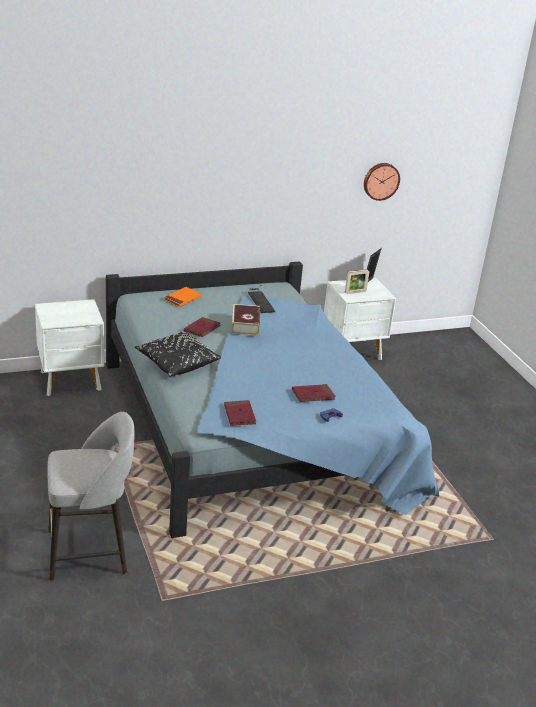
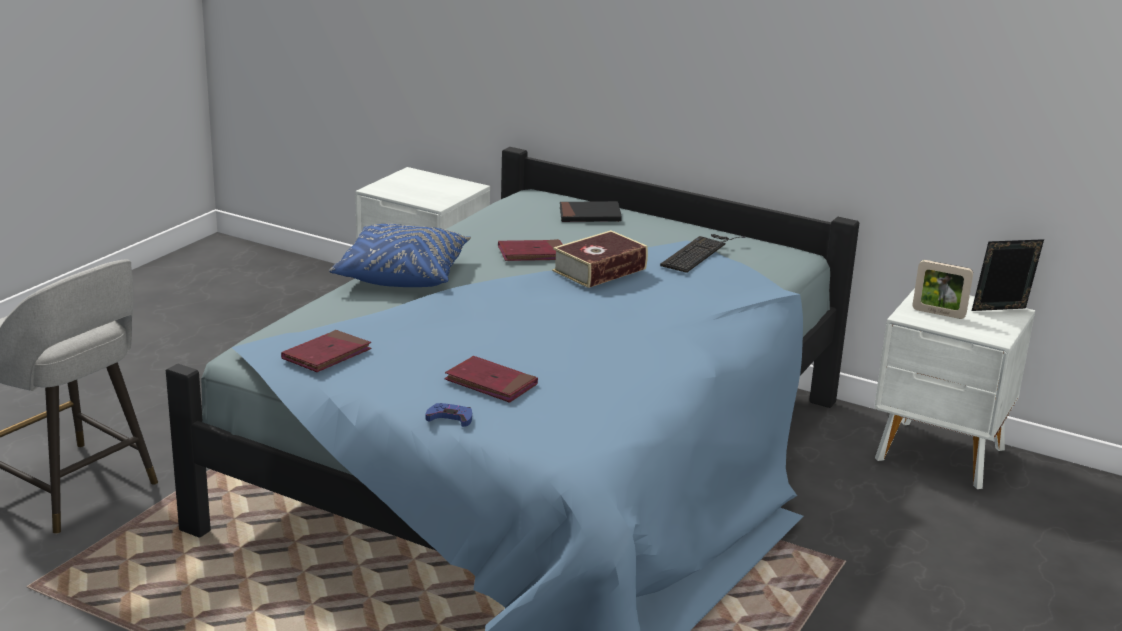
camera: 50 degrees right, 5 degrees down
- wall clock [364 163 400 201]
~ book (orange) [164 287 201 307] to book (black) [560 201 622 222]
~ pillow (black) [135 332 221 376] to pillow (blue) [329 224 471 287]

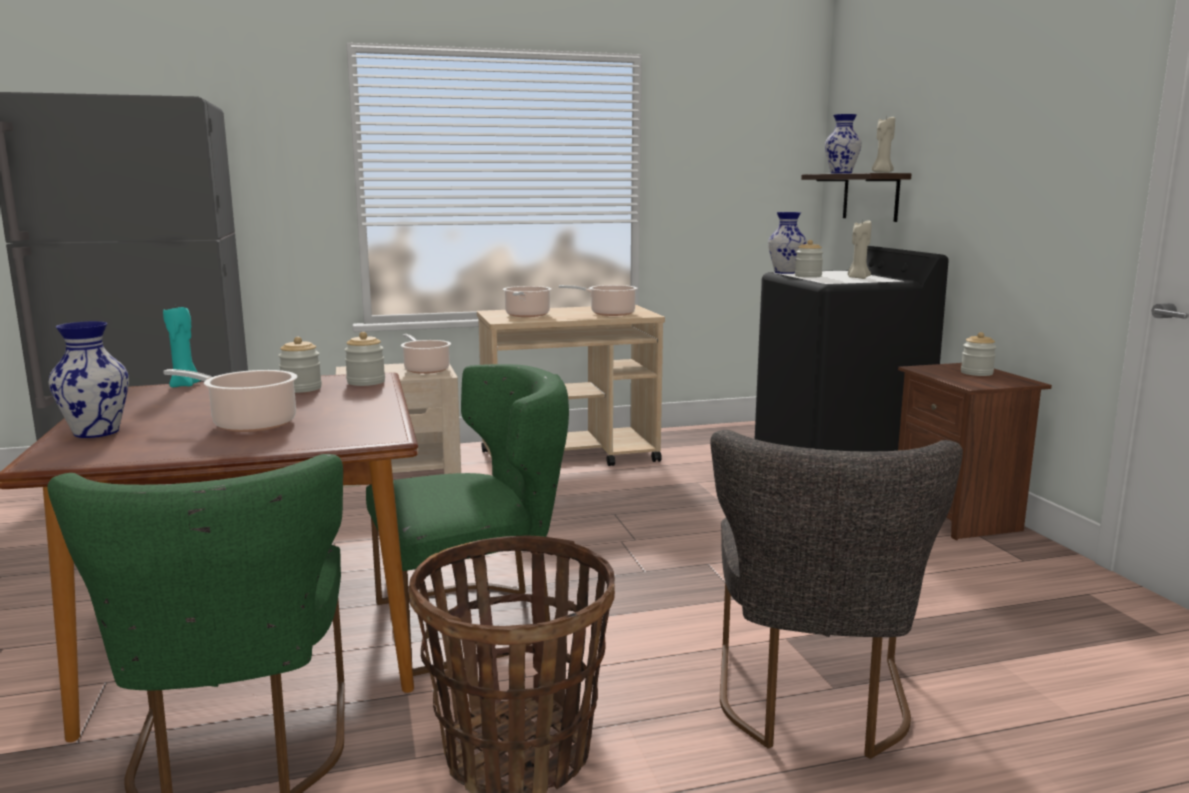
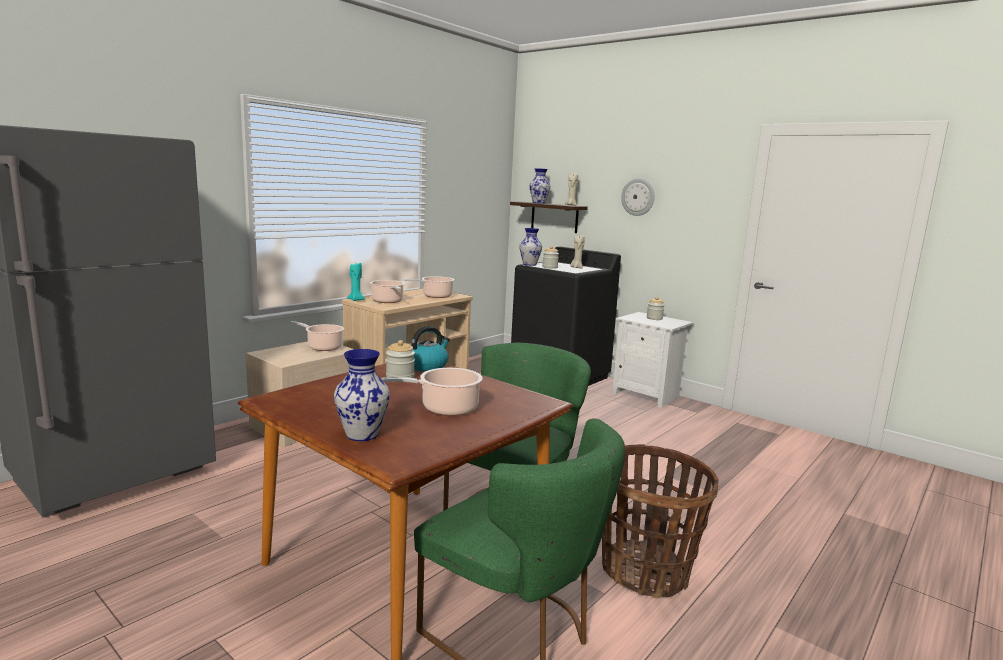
camera: 35 degrees left, 0 degrees up
~ candle (turquoise) [163 307 201 387] to [347 263 365 301]
~ jar [344 332 385 386] to kettle [411 326 450 371]
~ nightstand (brown) [898 363 1052 540] to nightstand (white) [612 312 693 408]
- chair (grey) [710 430 963 759]
+ wall clock [621 178 655 216]

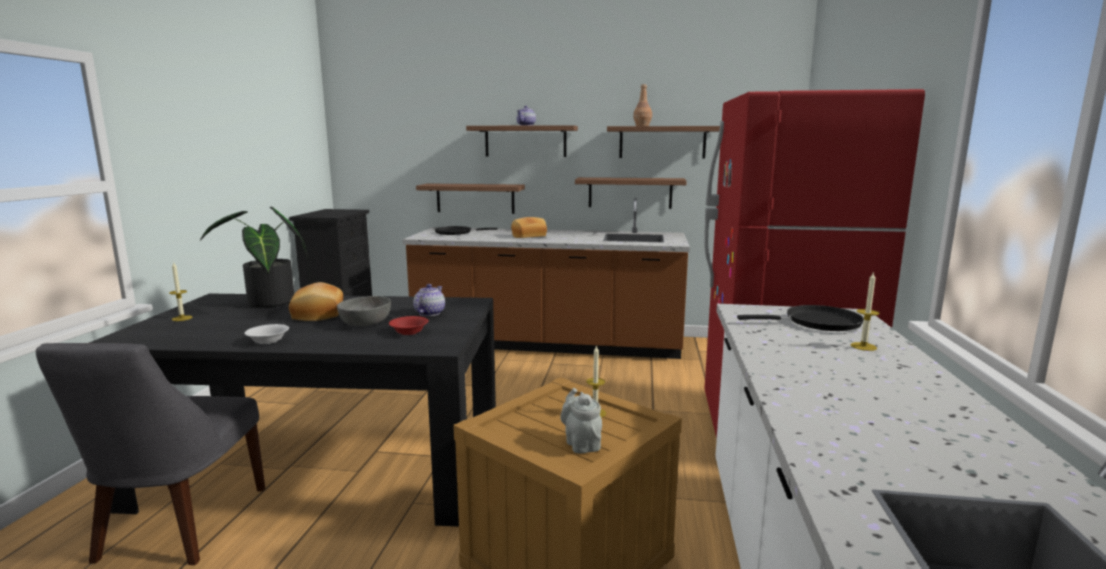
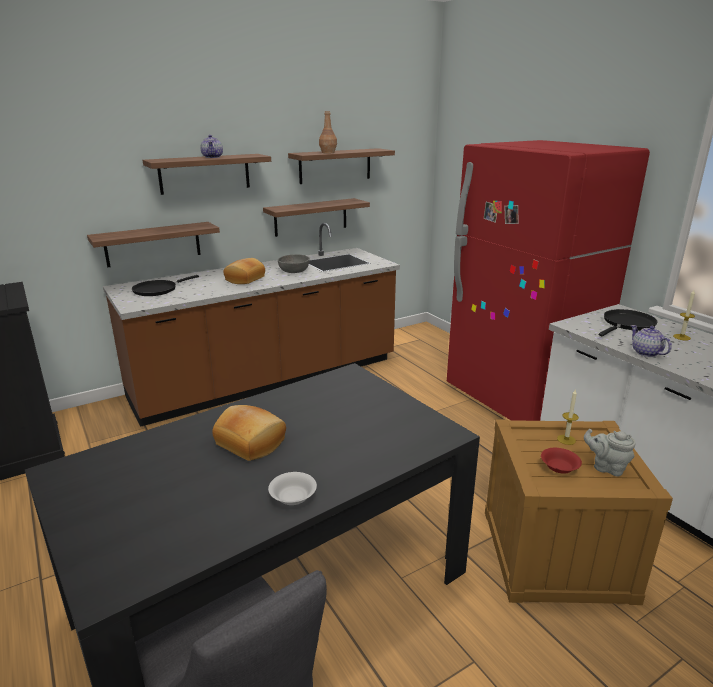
camera: 40 degrees left, 10 degrees up
- potted plant [200 207 308 308]
- candle [169 261 193 321]
~ teapot [414 284 445 316] to [631 325 672 357]
~ bowl (grey) [337 296 391 326] to [278 254 310 273]
~ bowl (red) [389 316 429 335] to [541 448 582 474]

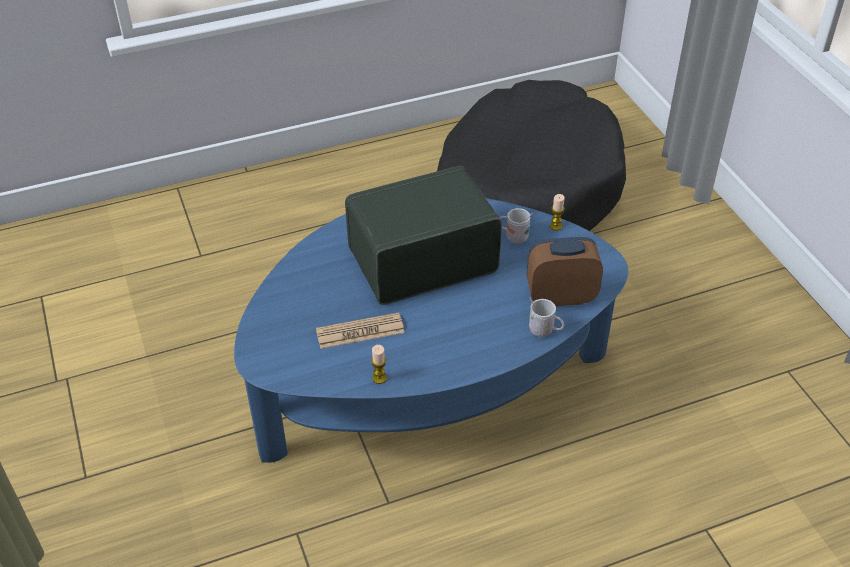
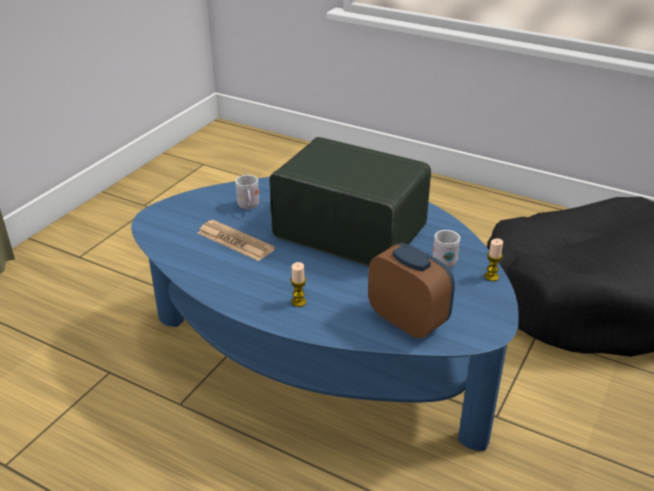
camera: 50 degrees right, 10 degrees down
~ mug (white) [529 297 564 337] to [235 167 259 209]
~ candle [371 345 387 384] to [290 262 306 307]

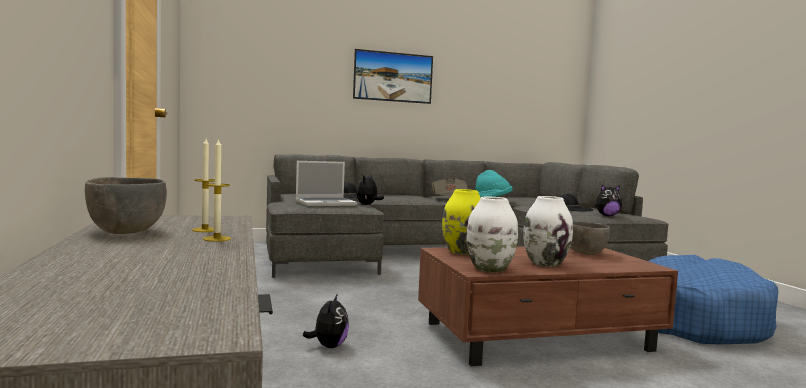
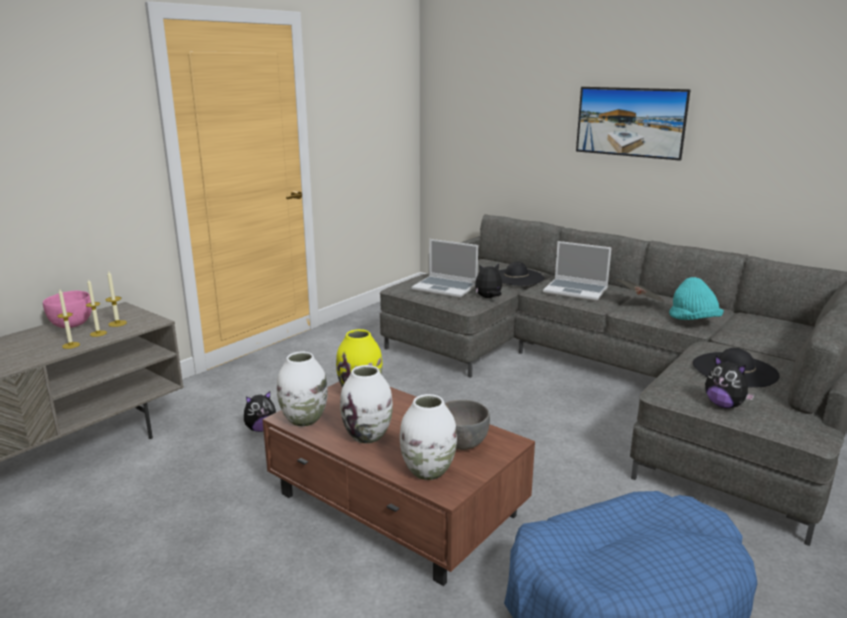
camera: 55 degrees right, 15 degrees up
~ bowl (grey) [85 177 167 234] to bowl (pink) [43 291 92 328]
+ laptop [543 241 612 301]
+ candle [106 270 127 327]
+ vase (white) [400 394 457 480]

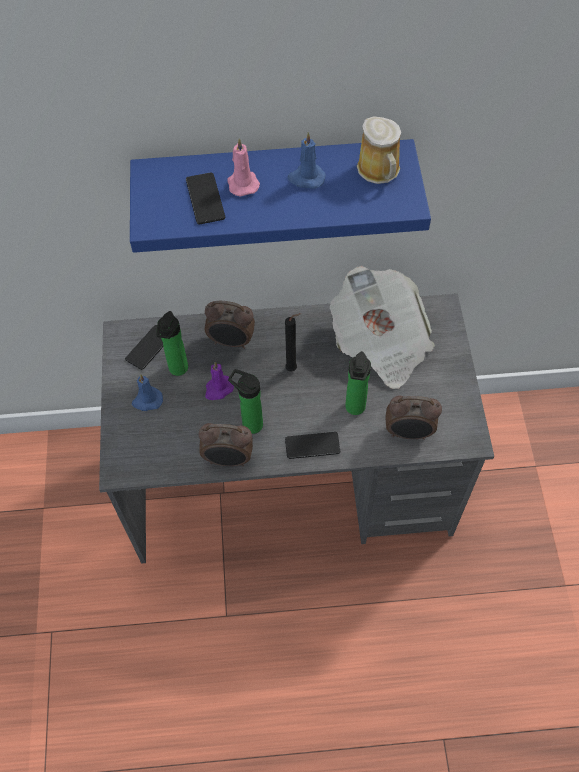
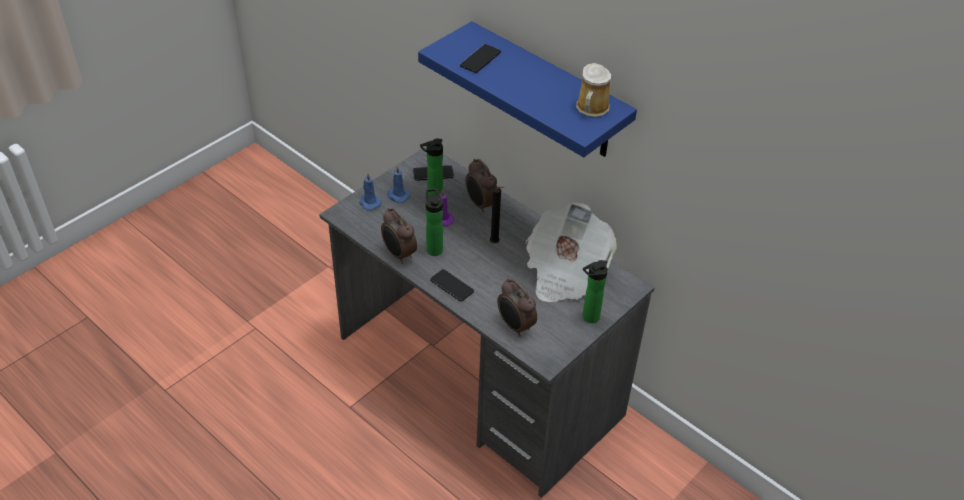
camera: 45 degrees right, 15 degrees down
~ candle (blue) [287 132 325 189] to [359 173 381 210]
- candle (pink) [227 138 260 197]
~ bottle [345 351 371 415] to [583 260 608 323]

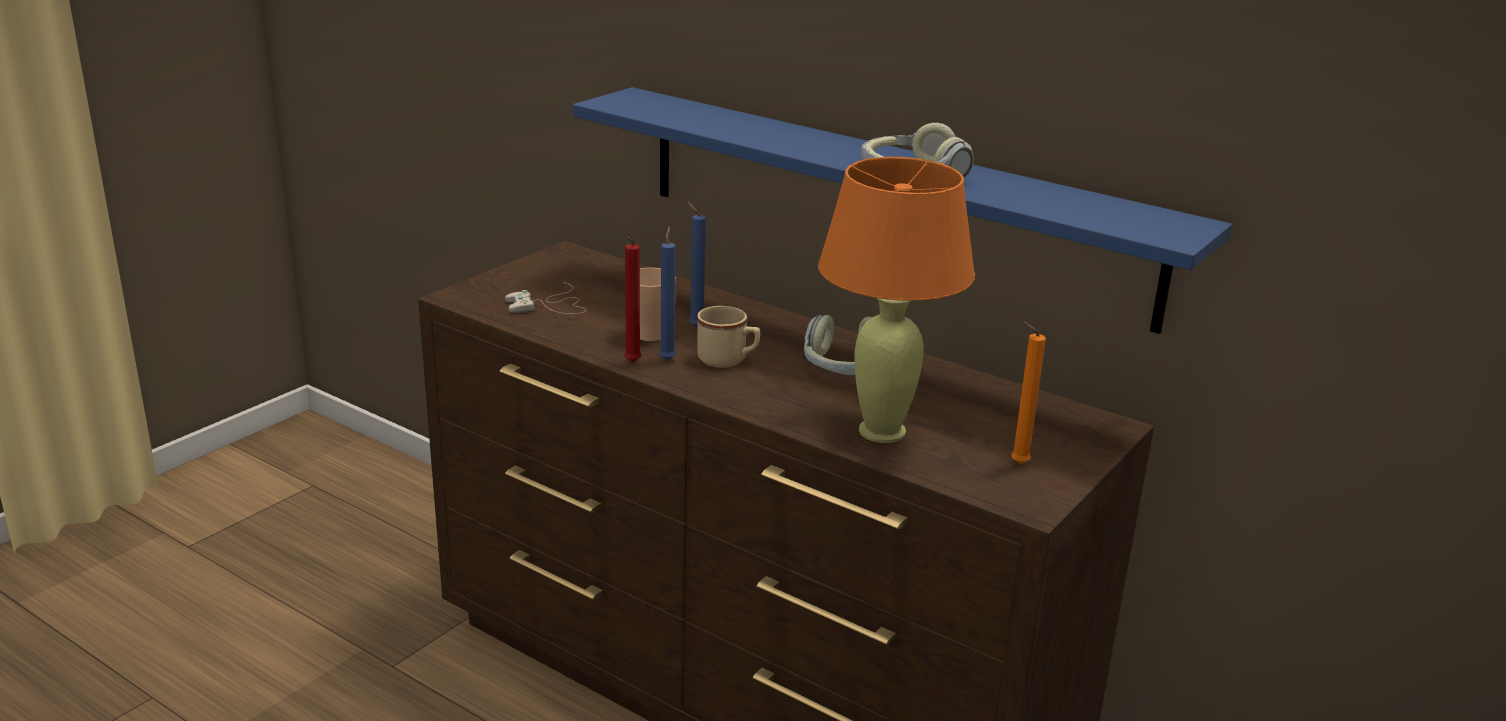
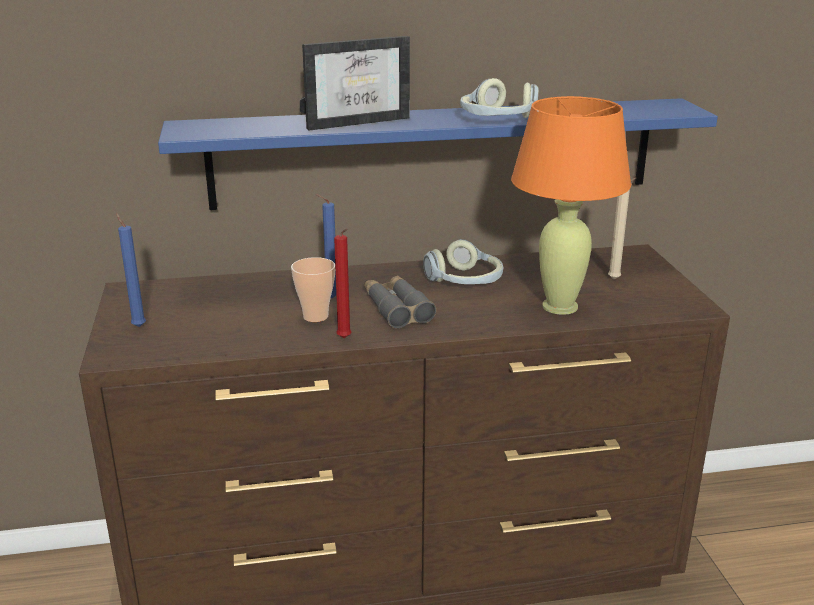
camera: 45 degrees left, 0 degrees up
~ candle (blue) [659 227 676 360] to [116 213 146 327]
- game controller (white) [505 282 586 314]
~ mug (beige) [697 306 760 368] to binoculars (grey) [364 276 436 328]
- candle (orange) [1011 321 1046 464]
+ picture frame [300 36 410 131]
+ candle (beige) [608 178 636 279]

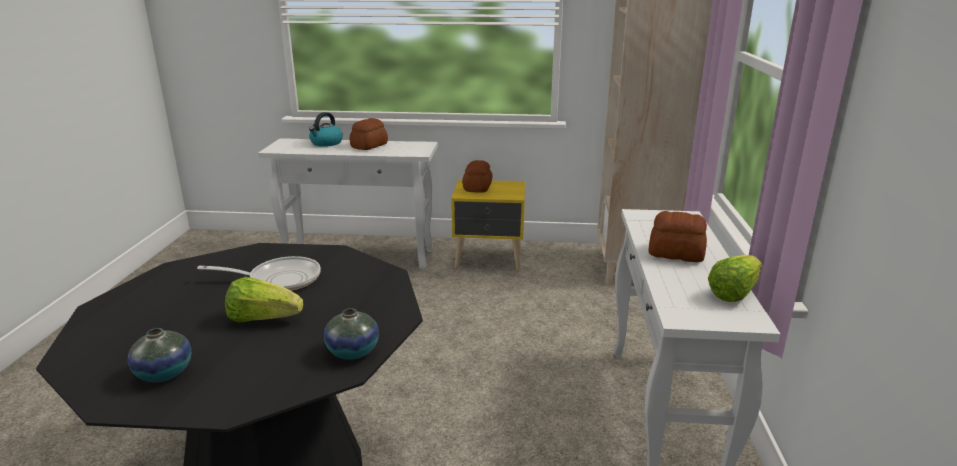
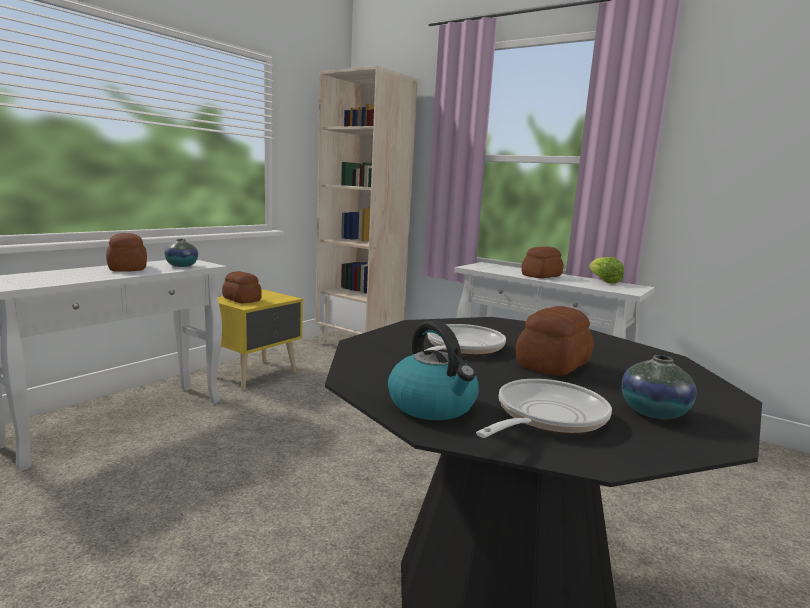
camera: 60 degrees left, 10 degrees down
~ kettle [309 112 343 147] to [388 321 479 420]
~ lettuce [225 277 303 322] to bread [516 306 594 376]
~ vase [324 308 379 360] to [165 239 198 267]
+ frying pan [476 379 612 438]

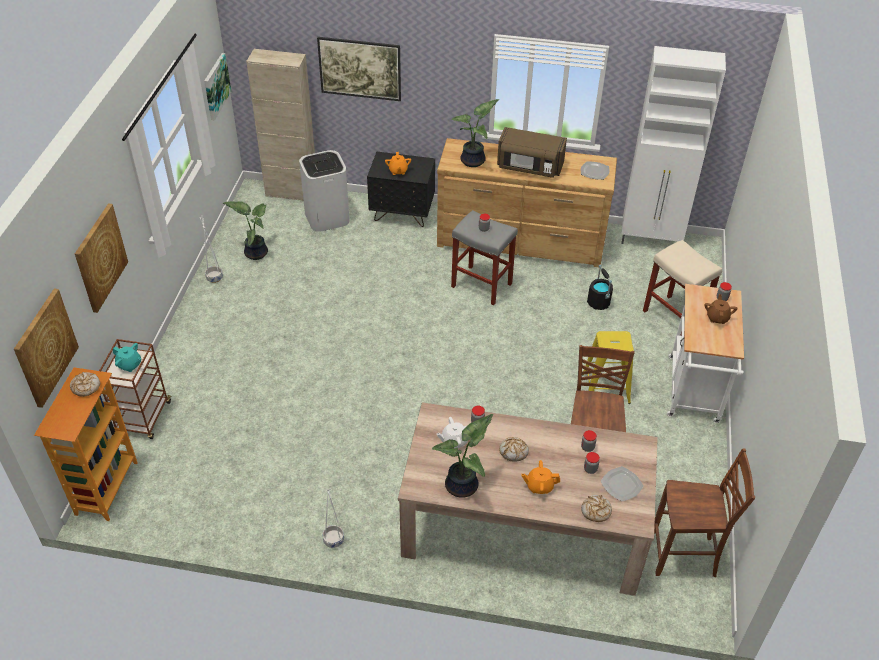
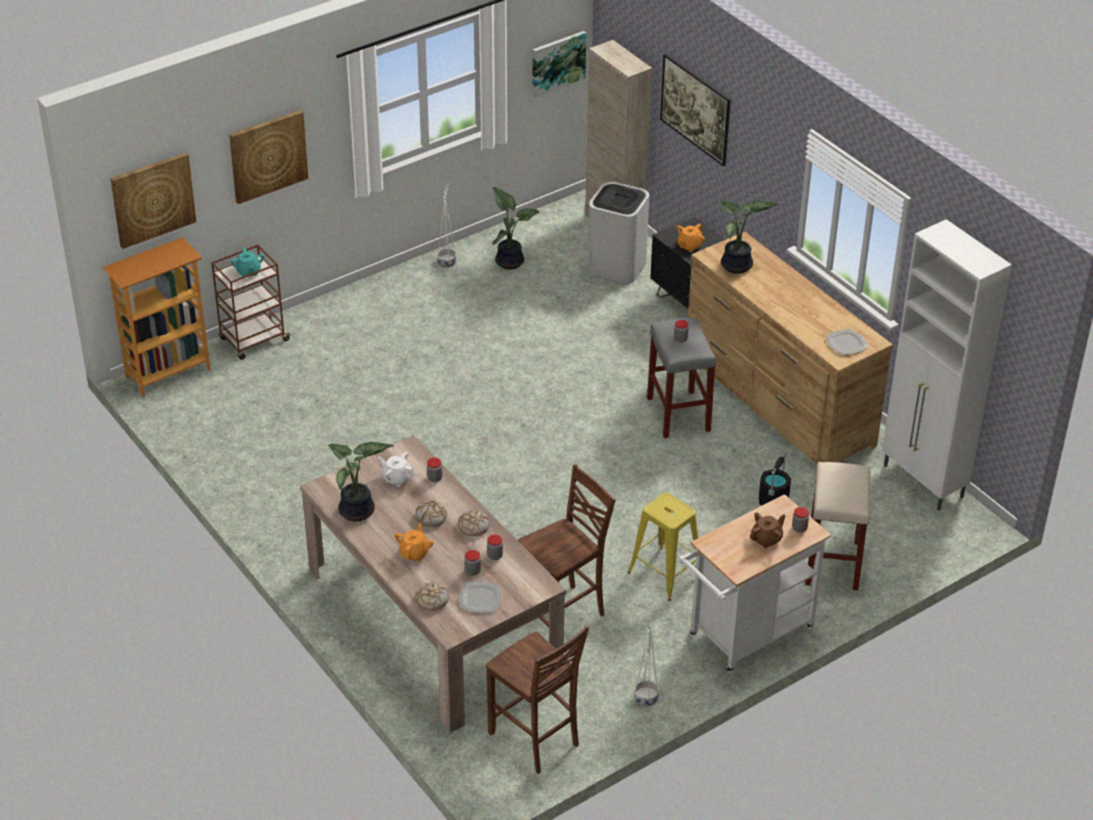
camera: 45 degrees right, 5 degrees down
- microwave (brown) [497 127 567 178]
~ bread [70 372 100 397] to [458 510 489 536]
~ teapot (orange) [522 460 560 494] = [394 523 433 562] 60 degrees clockwise
~ planter (white) [322 488 344 548] to [634 624 659 706]

